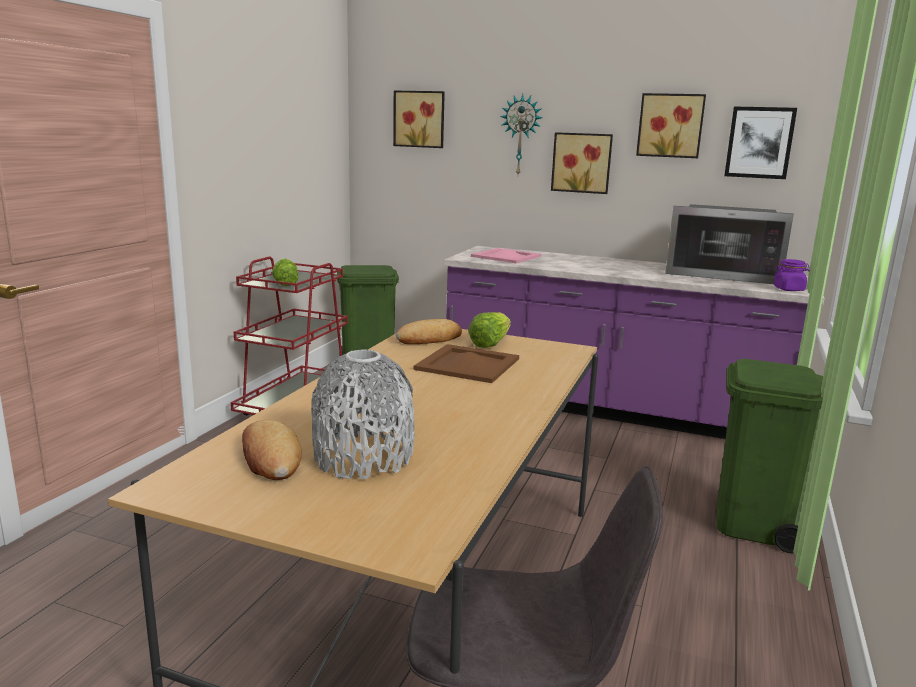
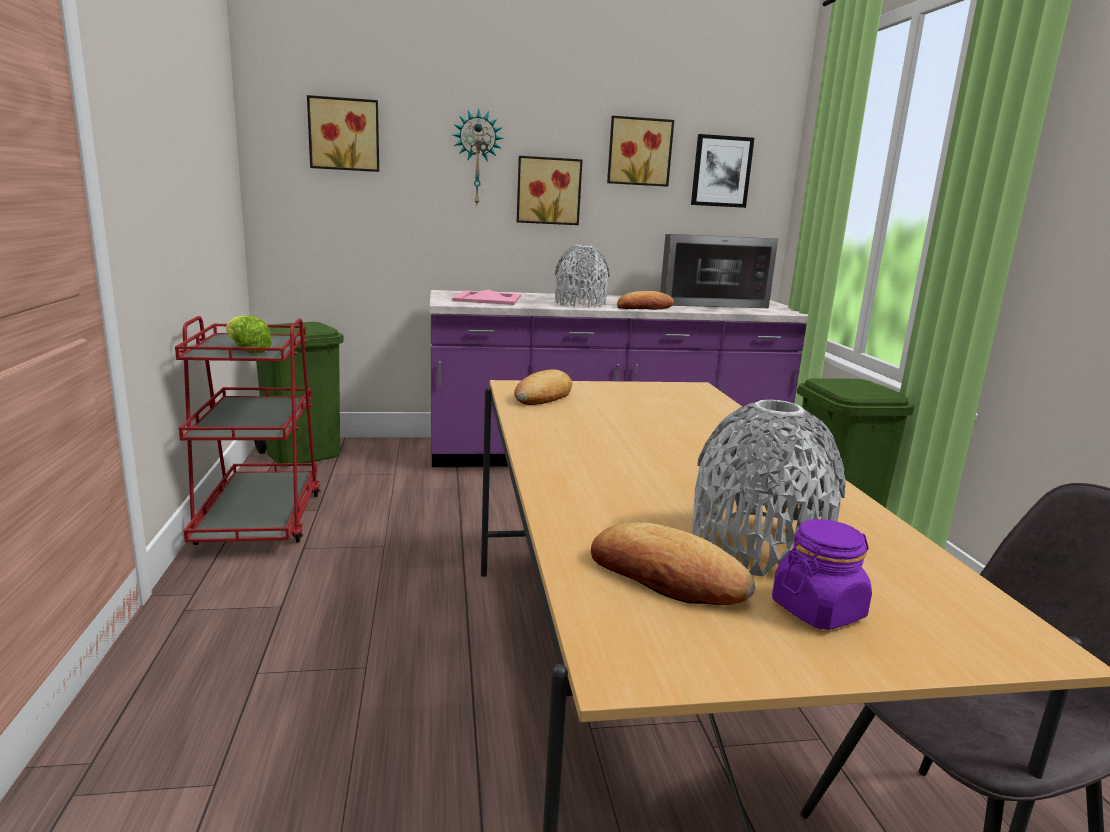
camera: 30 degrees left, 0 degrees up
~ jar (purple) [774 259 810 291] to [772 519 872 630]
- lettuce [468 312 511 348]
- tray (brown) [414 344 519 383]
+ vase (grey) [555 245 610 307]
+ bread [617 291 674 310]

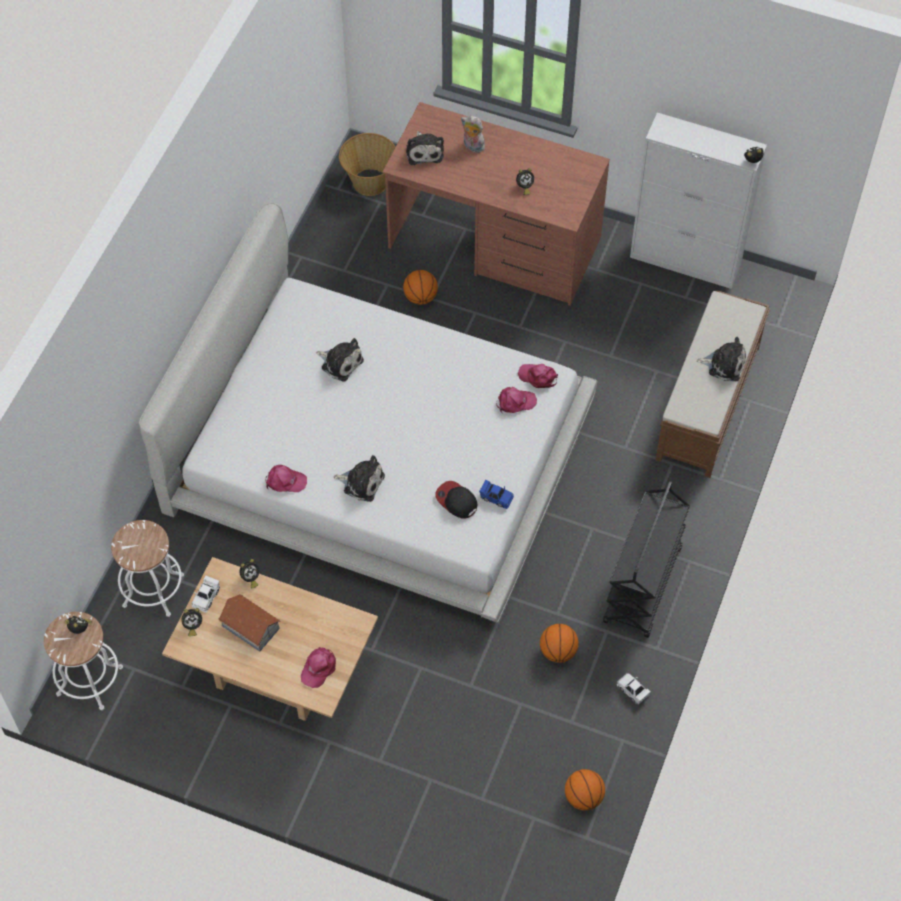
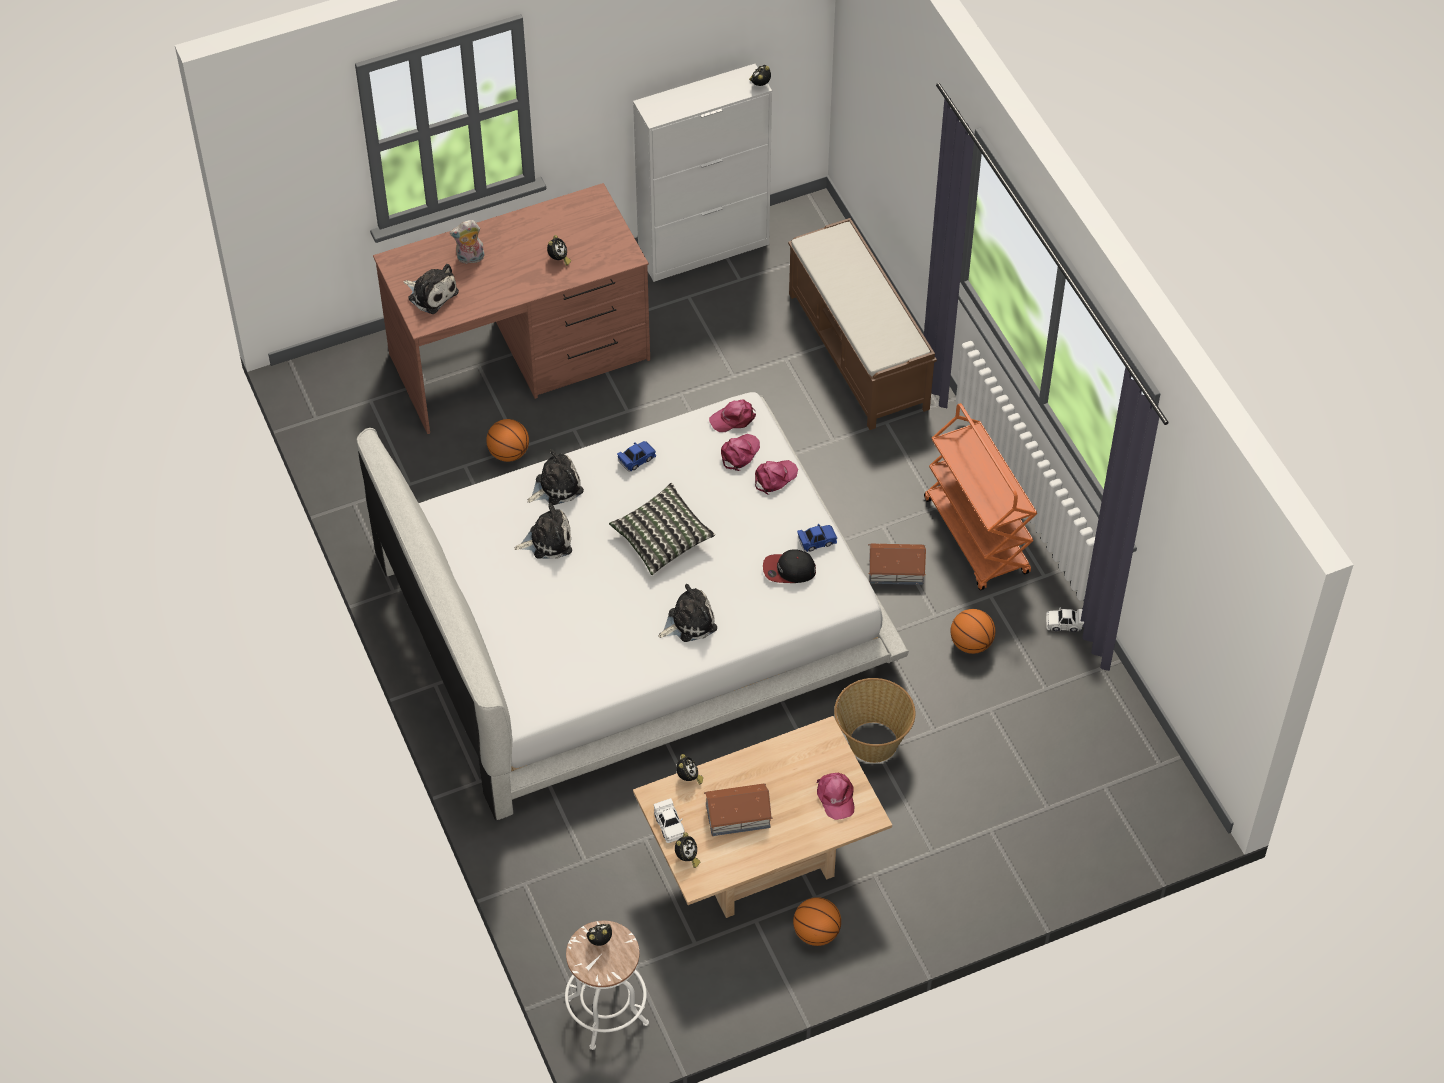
camera: 45 degrees left, 5 degrees down
~ basket [339 133 395 196] to [834 678 915 763]
~ plush toy [696 337 746 381] to [527 449 584 505]
~ cap (pink) [265 465 307 492] to [755 460 798 495]
~ cart (black) [603 480 690 638] to cart (orange) [924 403 1037 590]
- stool (white) [111 520 184 617]
~ basketball [565 769 605 810] to [793 897 841 946]
+ toy car (blue) [617 441 656 472]
+ pillow [609 483 715 575]
+ toy house [868 544 926 585]

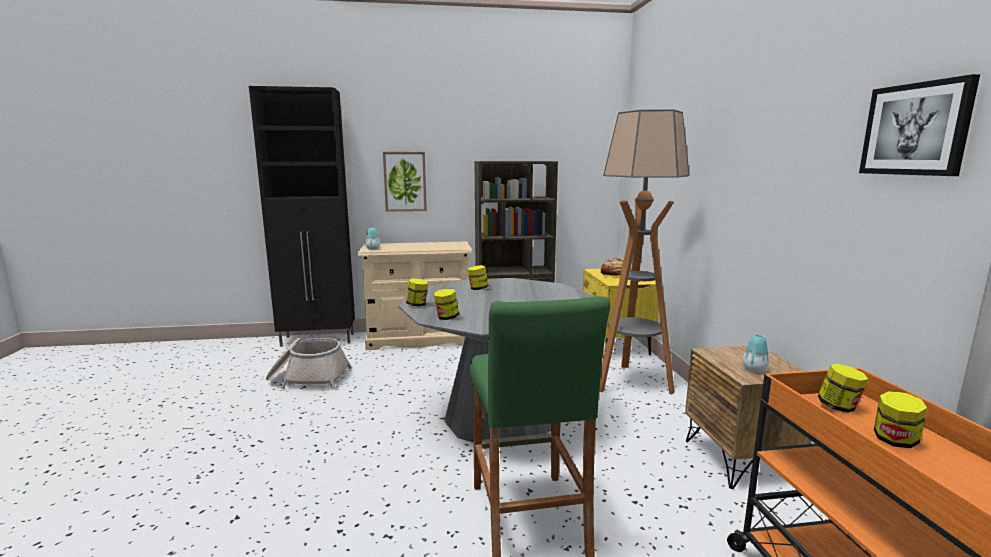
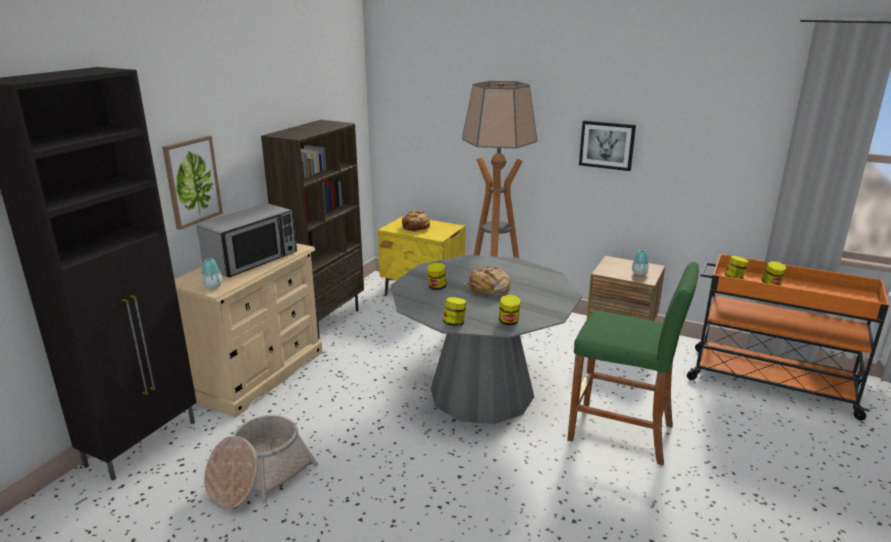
camera: 55 degrees left, 10 degrees up
~ picture [859 74 980 176] to [579 120 636 171]
+ microwave [197 203 297 277]
+ bread [464 266 511 296]

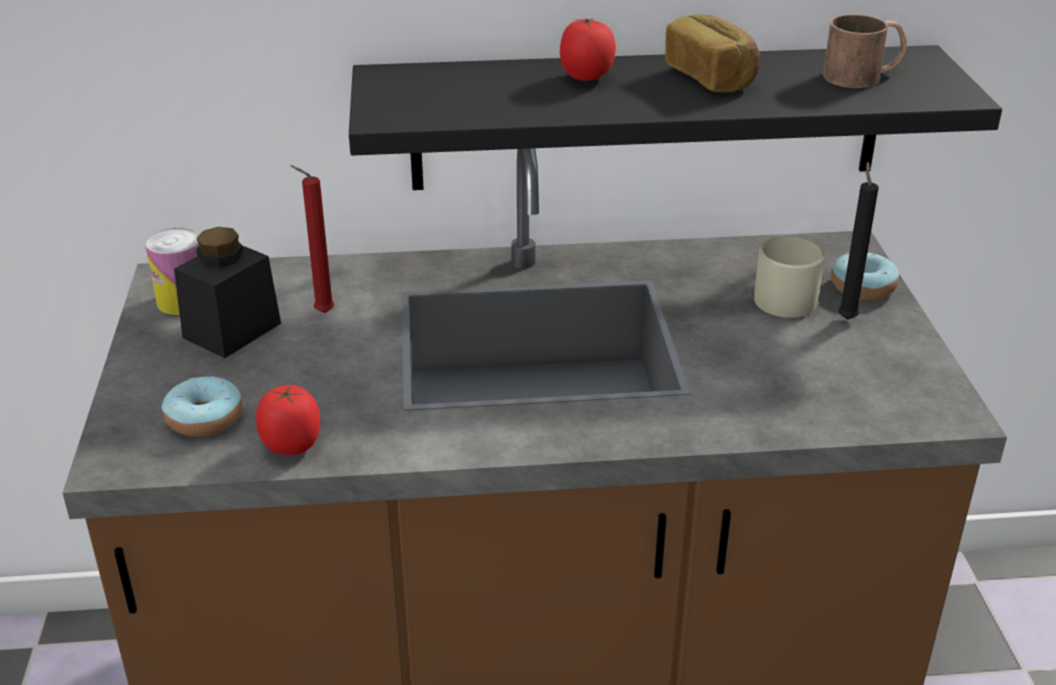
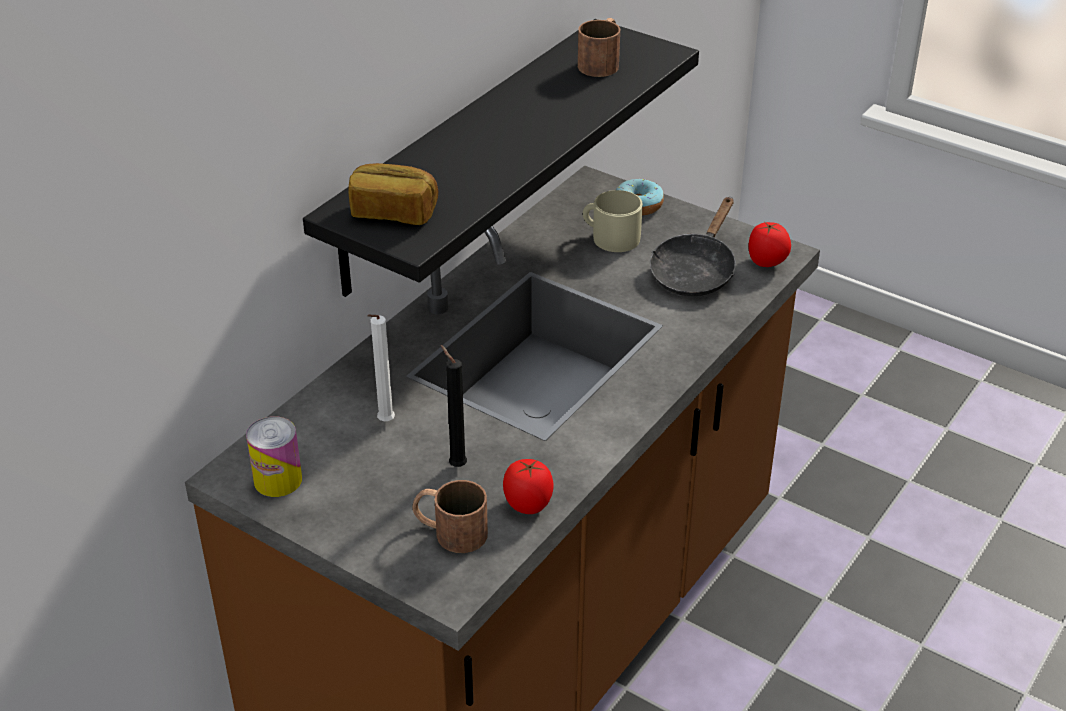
camera: 50 degrees left, 5 degrees up
~ bread [665 14 760 93] to [349 163 438 225]
~ tomato [560 18 616 81] to [748 222 791 267]
~ candle (black) [838 162 879 320] to [441 345 467 467]
~ candle (red) [290 165 334 313] to candle (white) [368 315 395 422]
- jar (black) [174 227 281 358]
~ donut [162 376 242 437] to mug (brown) [412 480 488 553]
+ frying pan (black) [650 197 736 296]

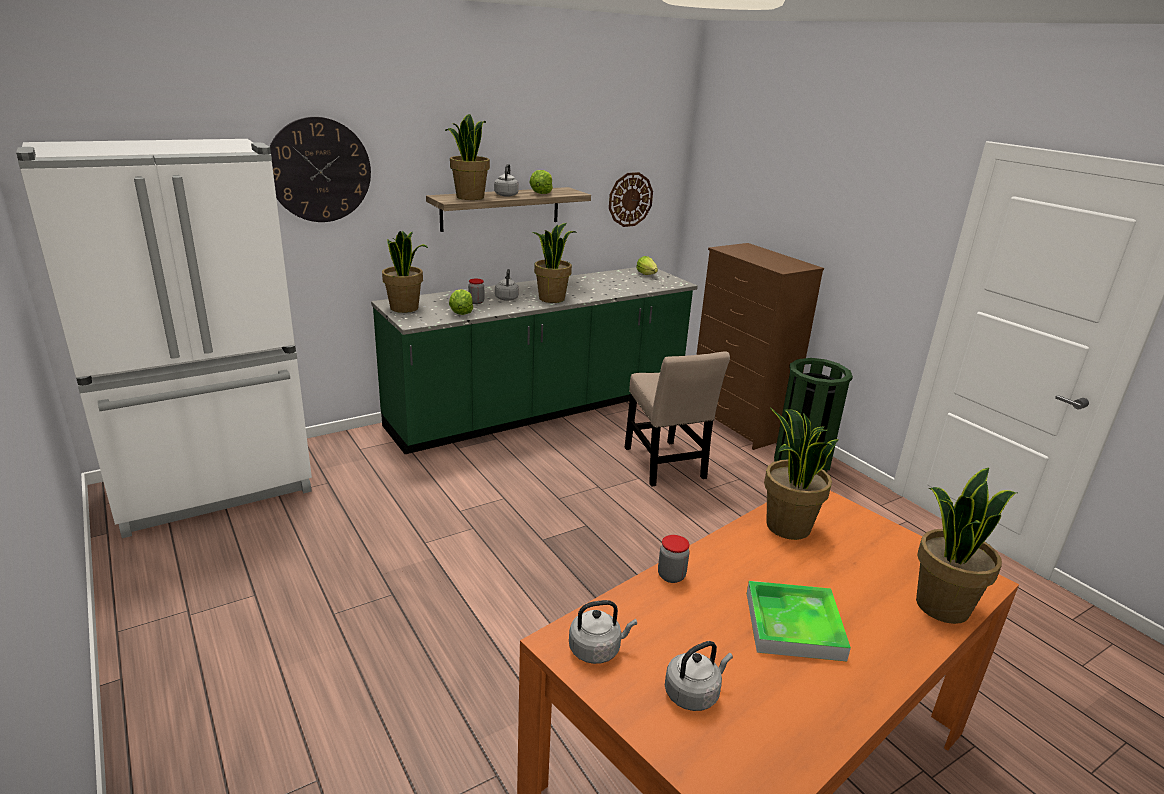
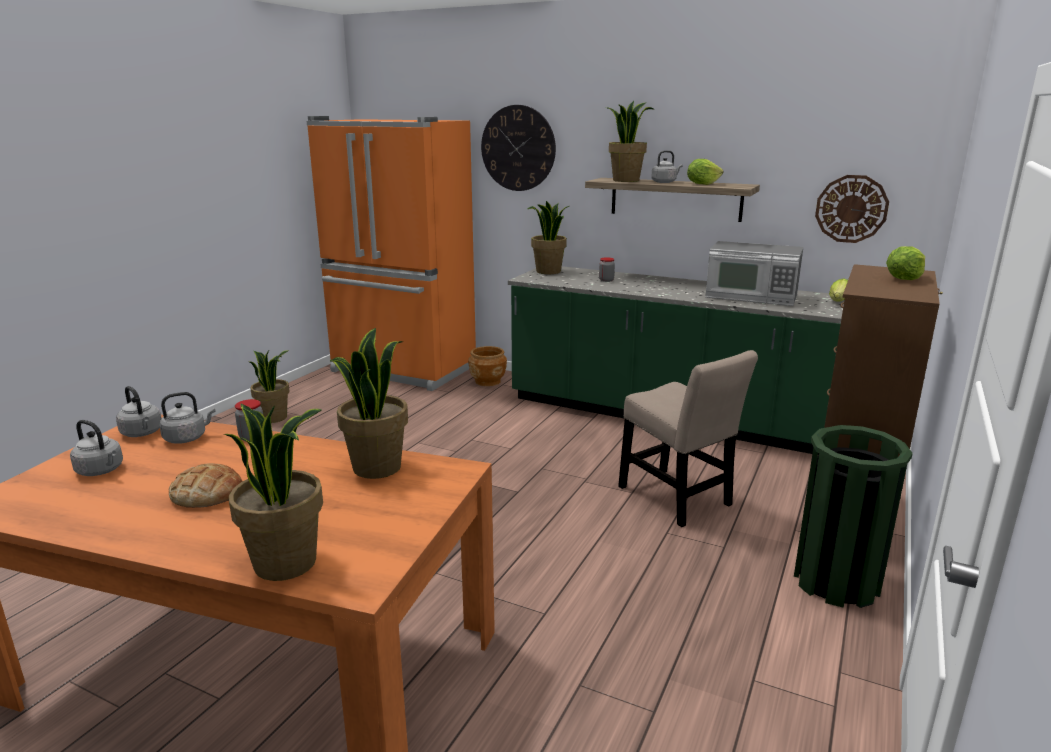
camera: 60 degrees right, 5 degrees down
~ fridge (white) [16 139 312 538] to fridge (orange) [307 116 476 391]
~ potted plant [532 223 577 303] to [250 350 290 423]
~ kettle (grey) [495 269 519 301] to [159 392 216 444]
~ lettuce [449 289 473 315] to [886 246 925 280]
~ chair (beige) [625 351 730 487] = [618 350 758 527] 75 degrees counterclockwise
~ tray [747 581 851 661] to bread [169 463 242 508]
+ microwave [705 241 803 306]
+ planter (brown) [468 346 507 386]

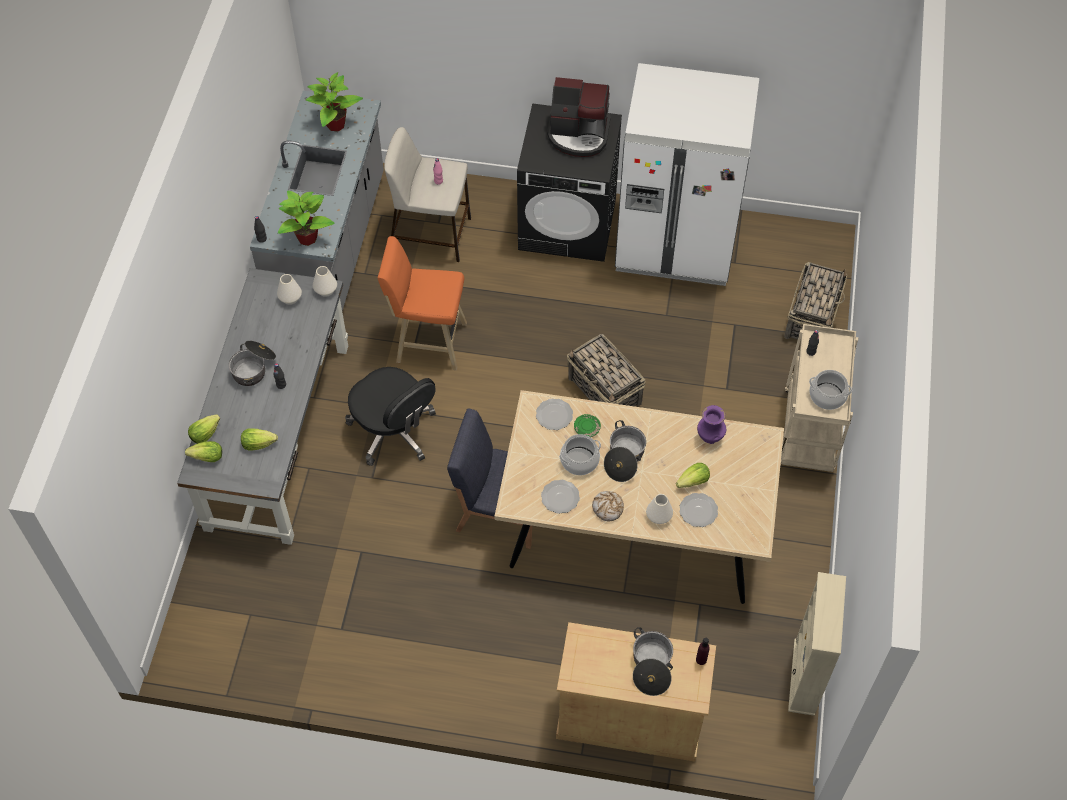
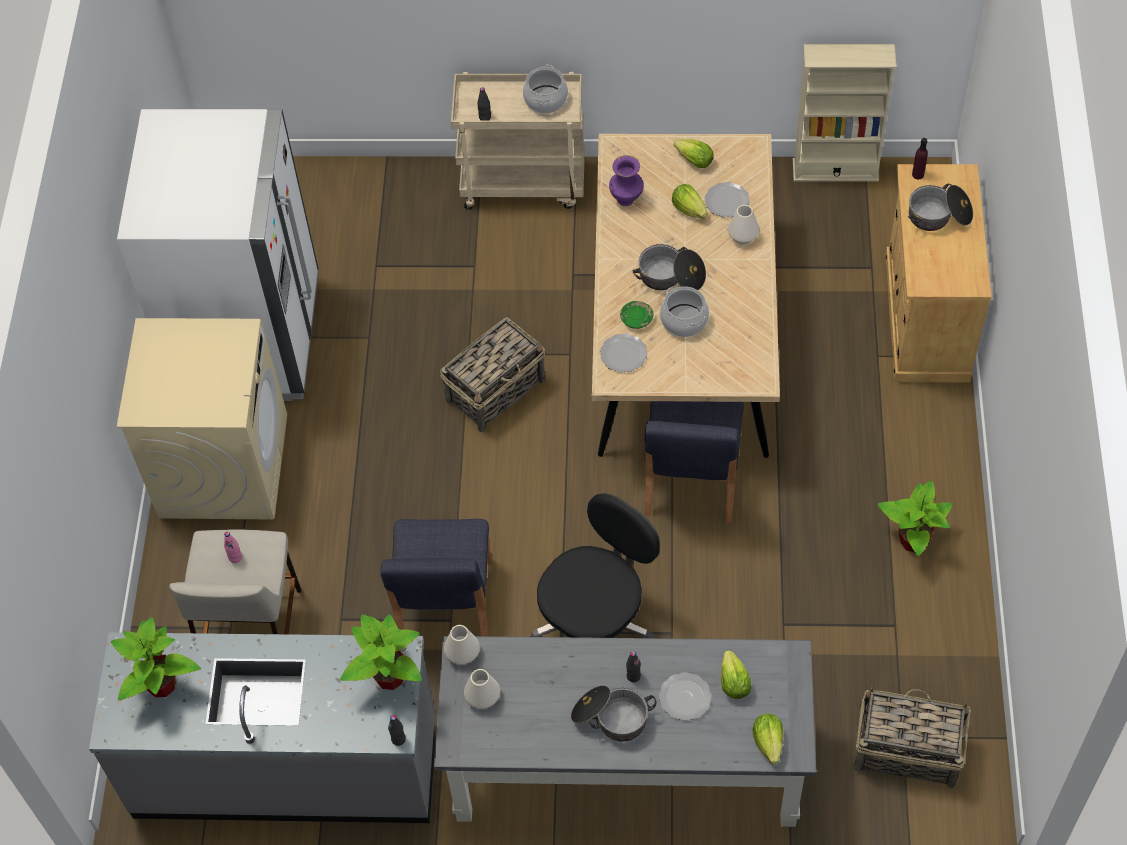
camera: 95 degrees left, 0 degrees up
- coffee machine [547 77 611 157]
~ washing machine (black) [517 103 622 262] to washing machine (beige) [117 318 287 520]
~ stool (orange) [378 236 467 370] to chair (blue) [380 519 491 636]
~ basket [784 262 847 339] to [854 688 971 788]
~ lettuce [188 414 220 444] to [674 139 714 168]
~ plate [541 480 580 514] to [659 672 712 721]
- bread [592 491 624 521]
+ potted plant [878 480 953 556]

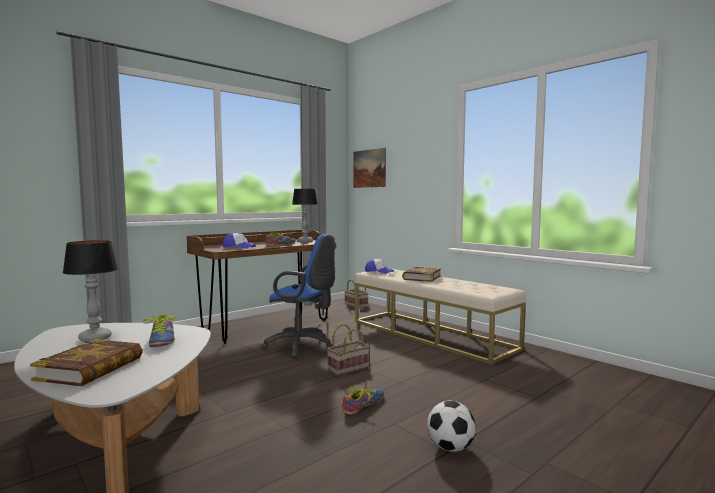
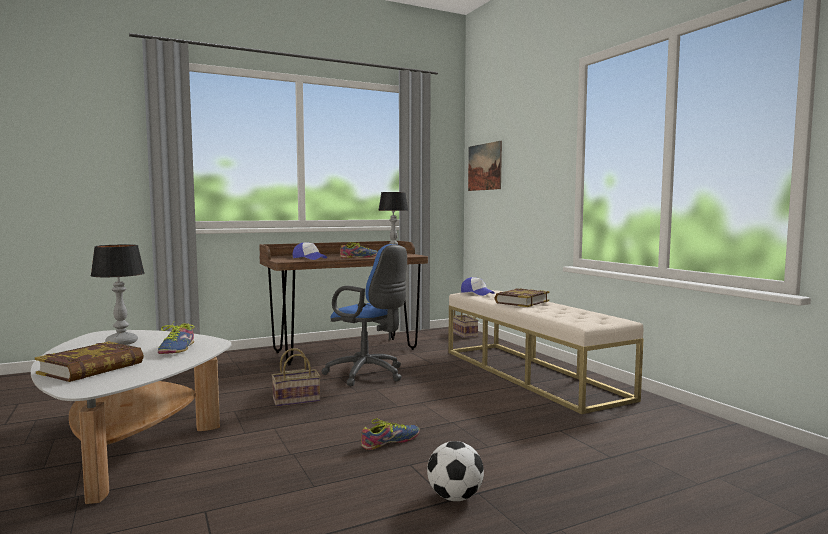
camera: 15 degrees right, 0 degrees up
~ basket [327 324 370 376] to [272 348 321 407]

